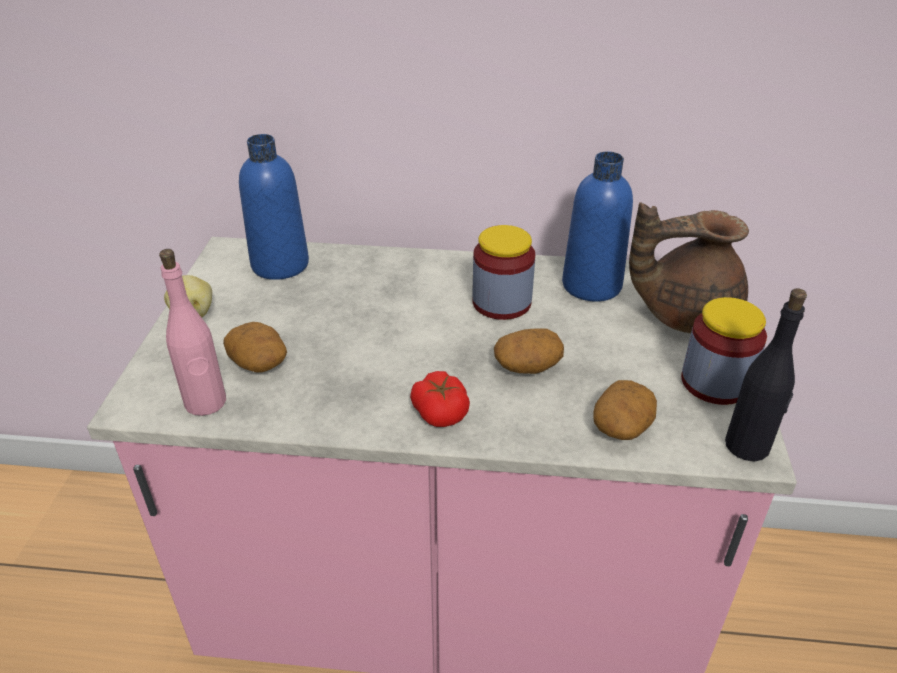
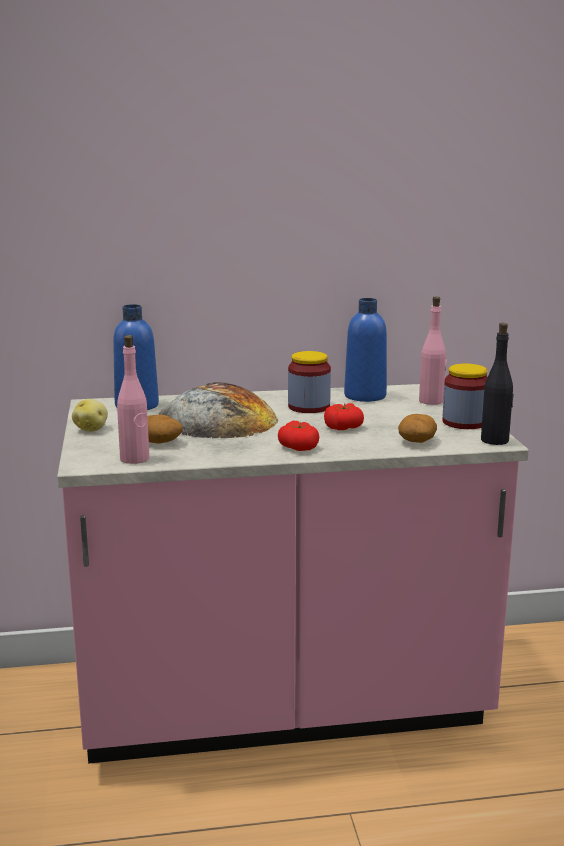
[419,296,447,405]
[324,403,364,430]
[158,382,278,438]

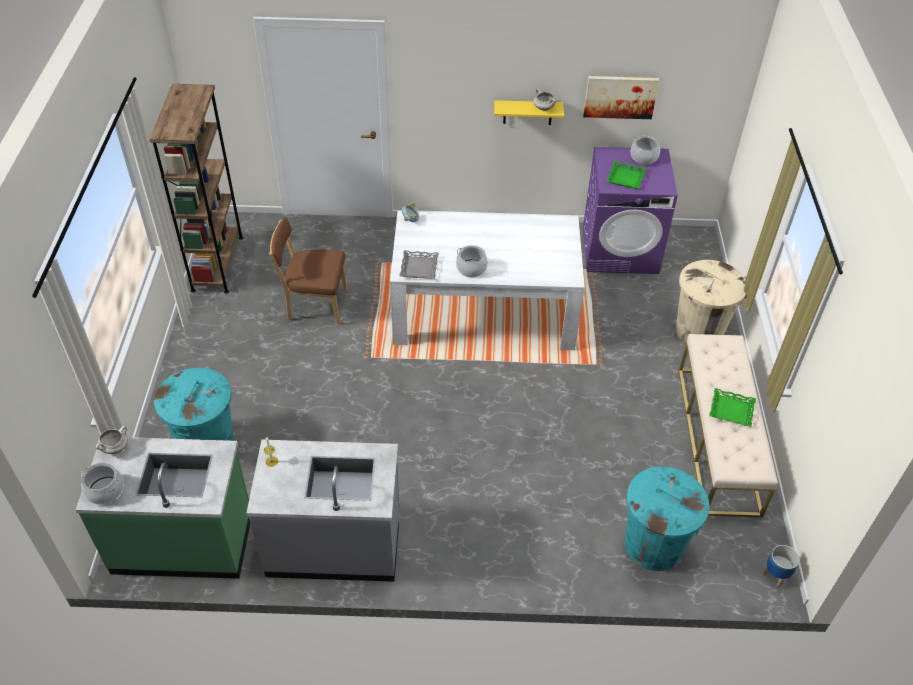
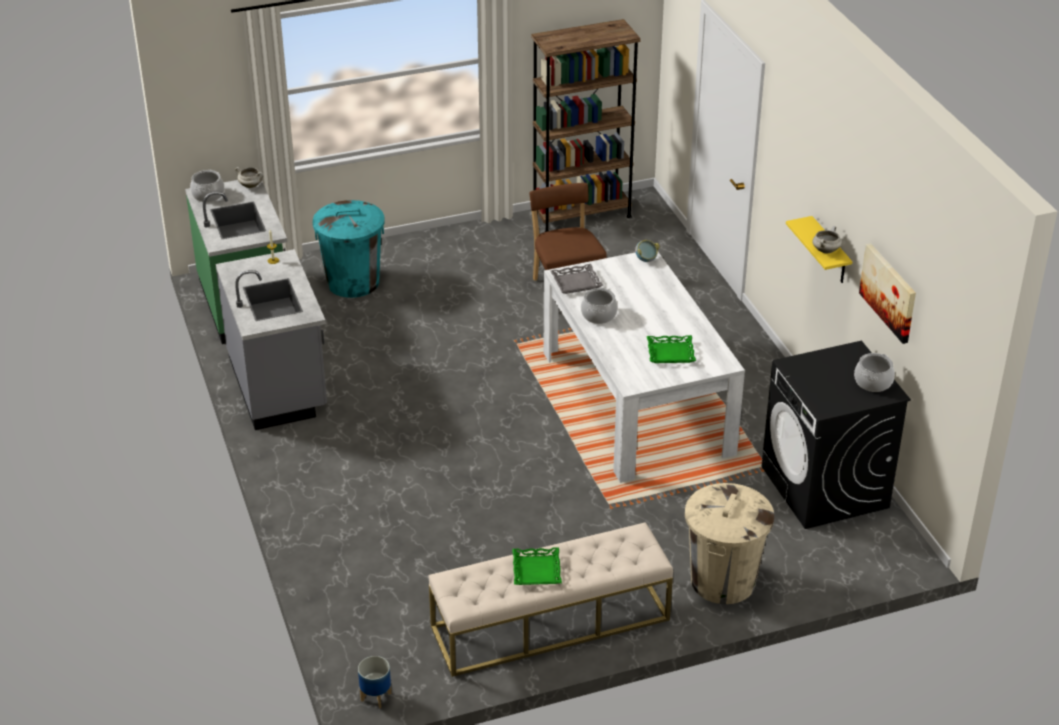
[761,341,911,529]
[647,335,696,363]
[625,466,709,571] (first image)

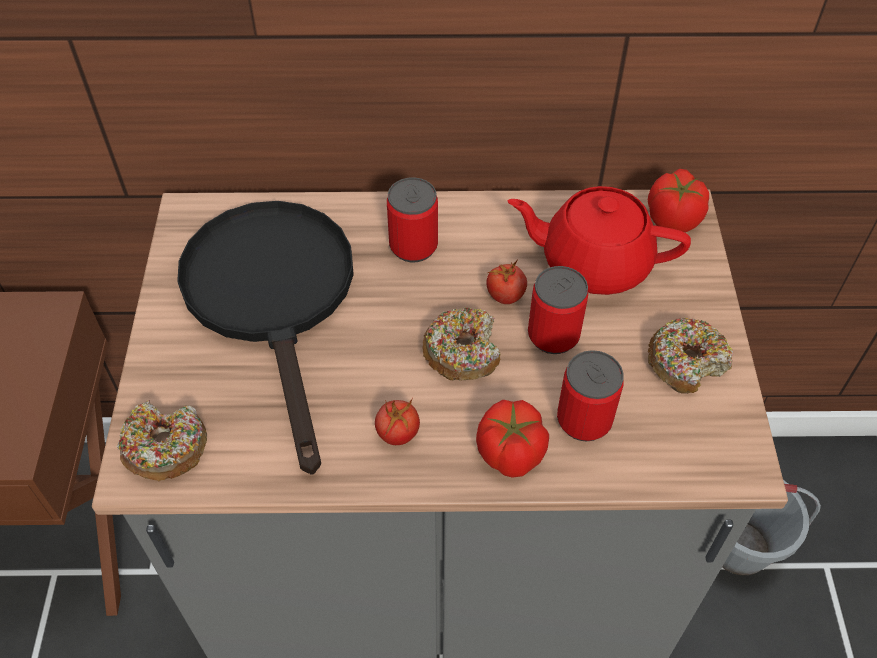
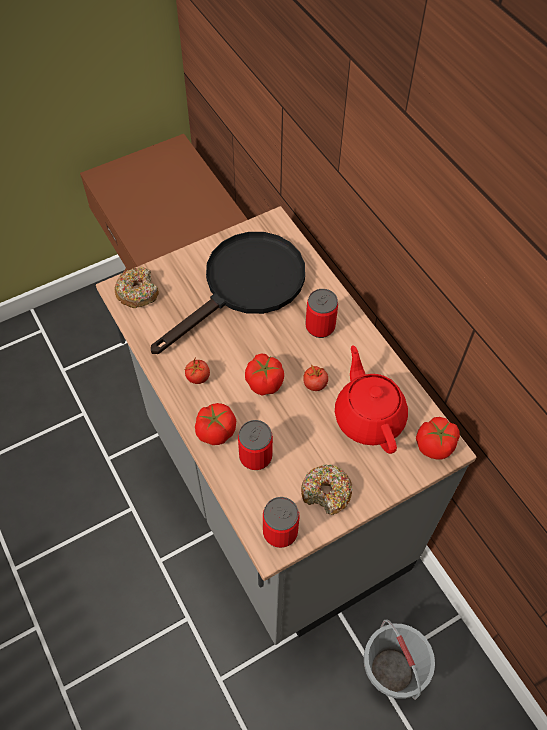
[263,497,299,548]
[245,353,284,396]

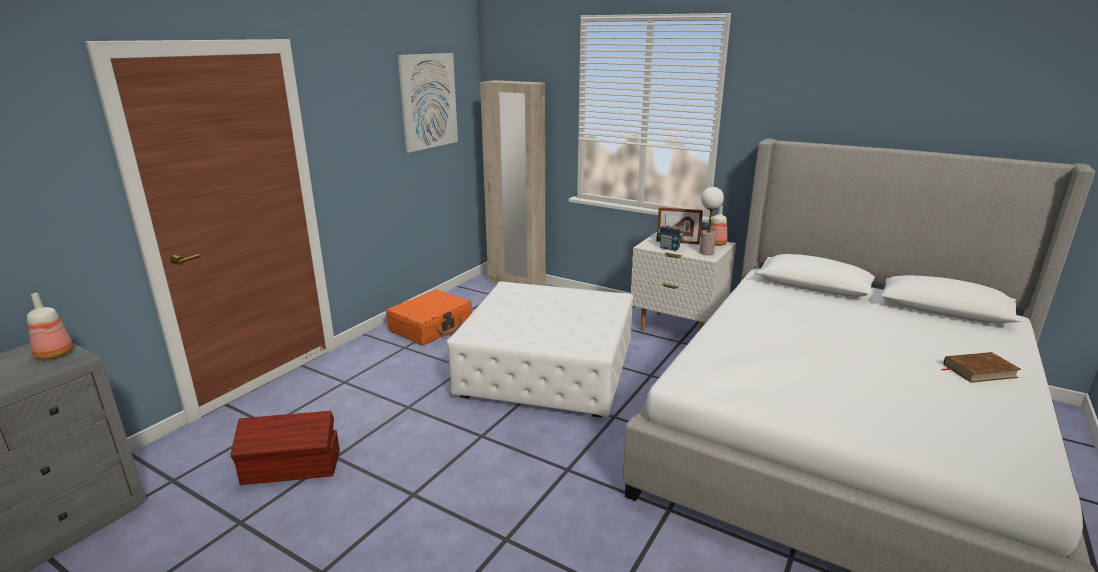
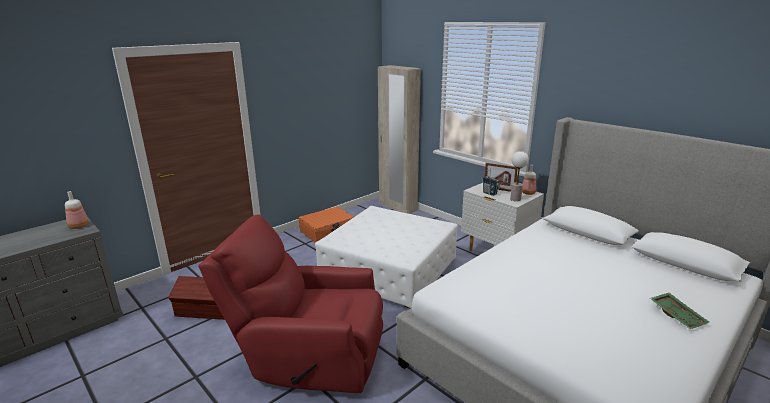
[398,53,458,153] (first image)
[650,293,709,329]
[198,214,383,393]

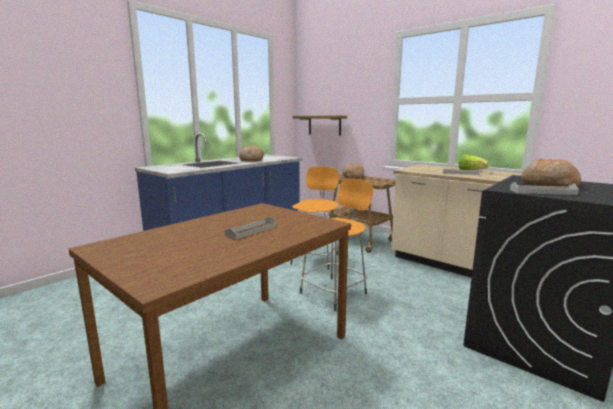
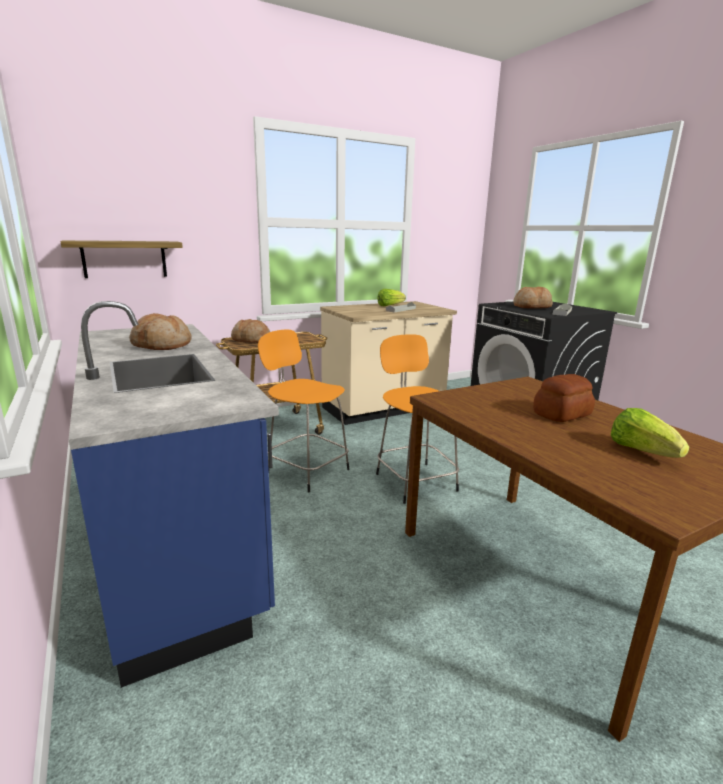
[533,374,595,422]
[611,408,689,458]

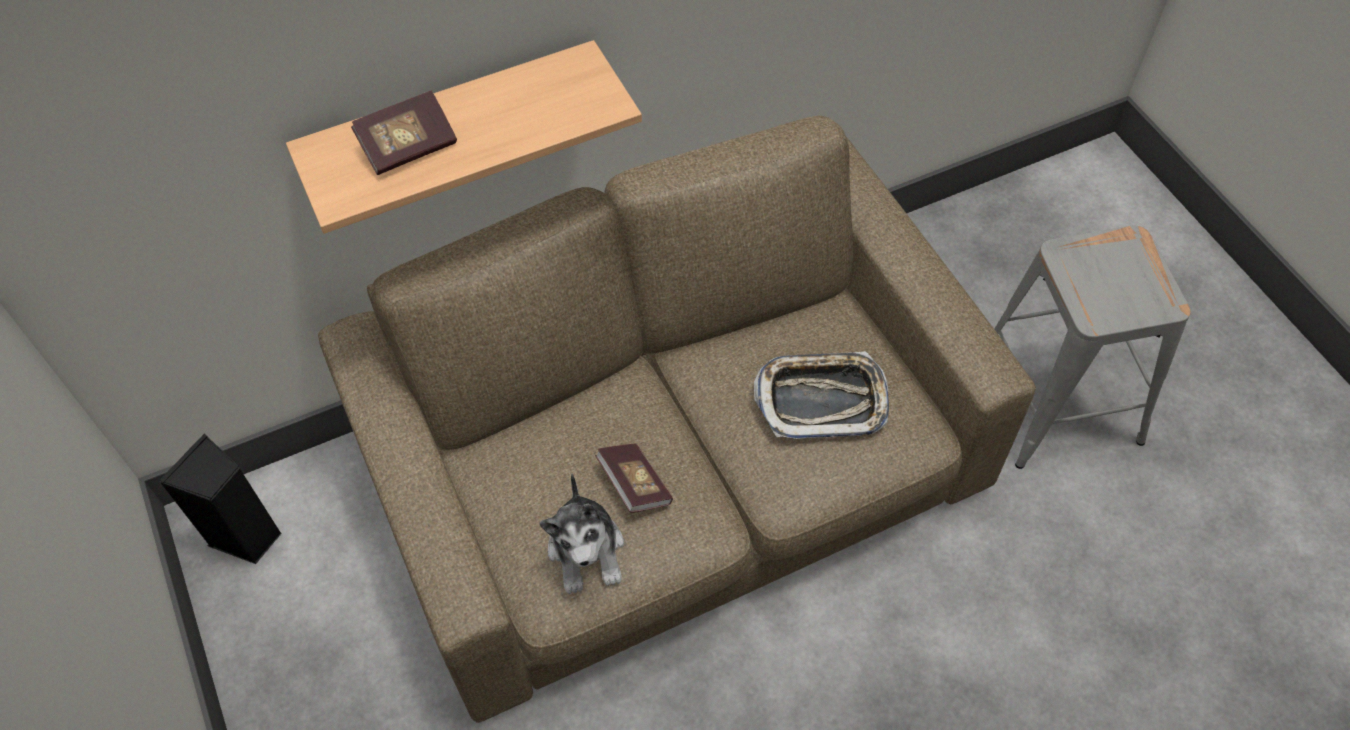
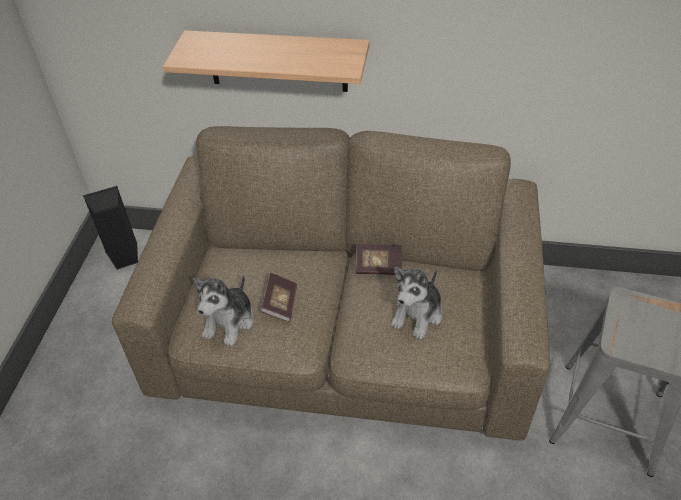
[356,244,402,275]
[391,267,442,339]

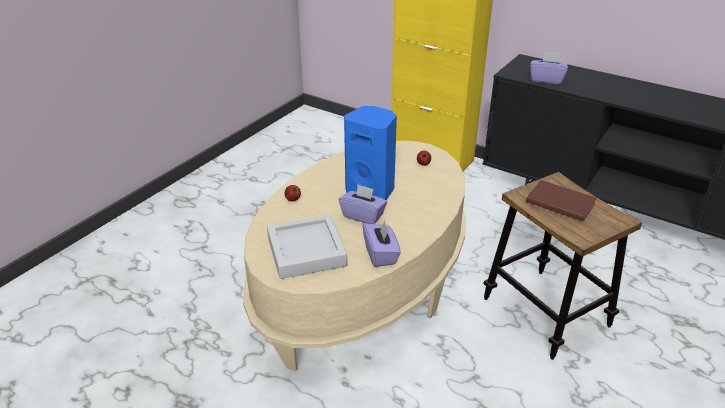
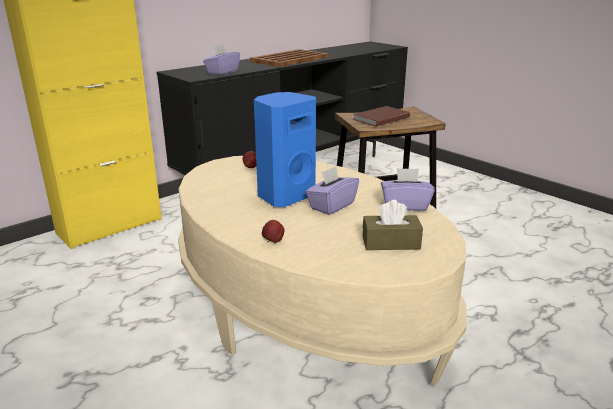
[363,200,423,250]
[250,49,328,67]

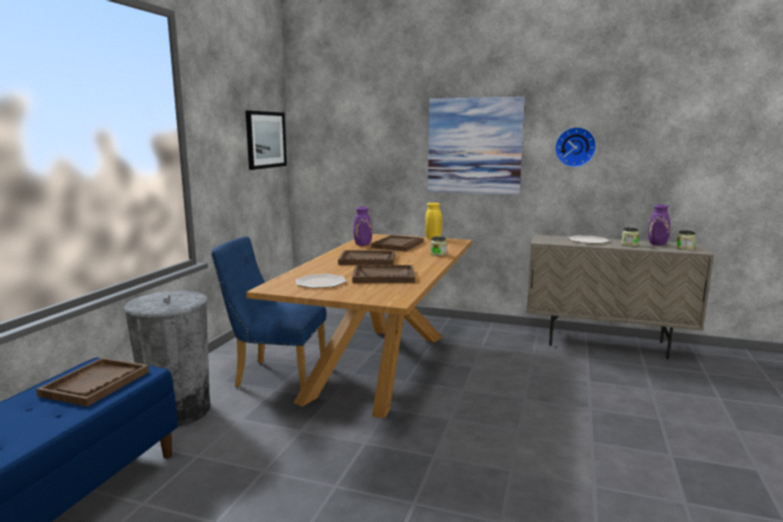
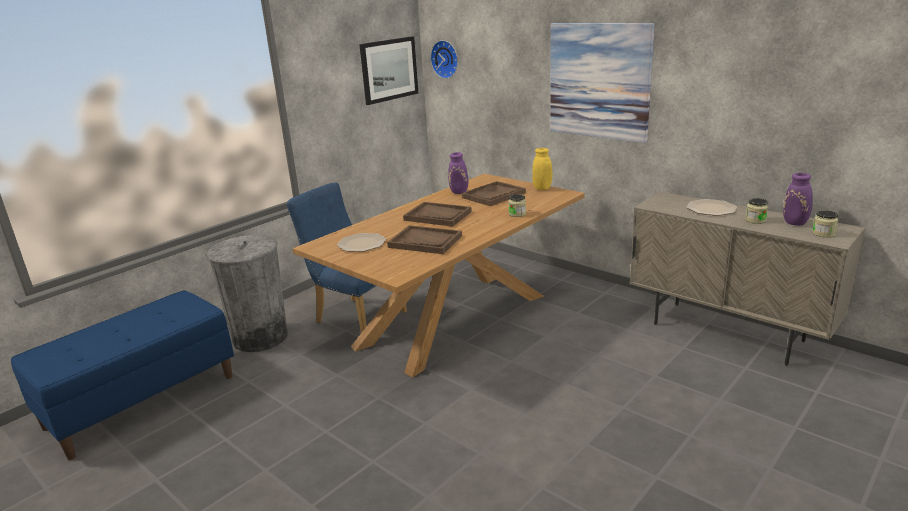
[430,40,458,79]
[36,358,149,407] (first image)

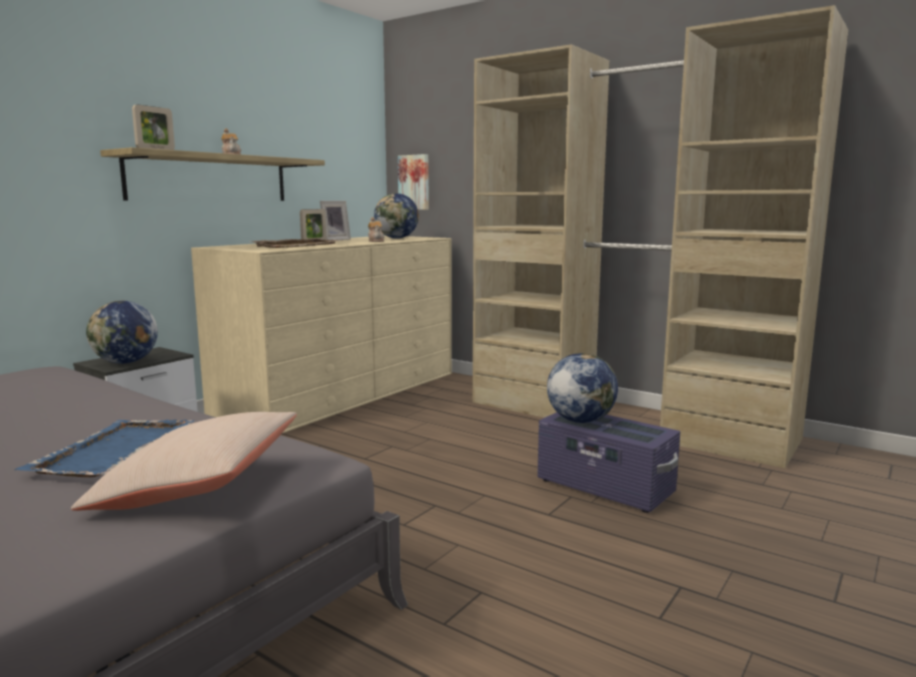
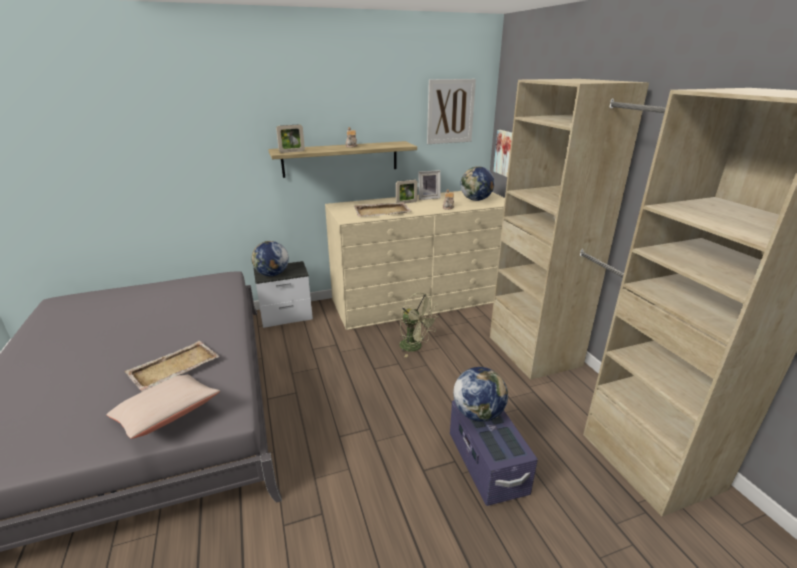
[124,341,220,392]
[427,79,476,144]
[399,292,439,357]

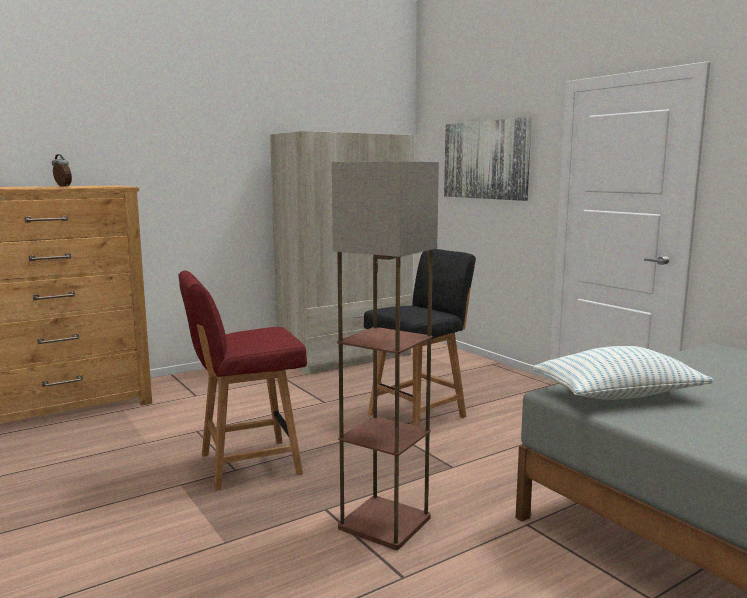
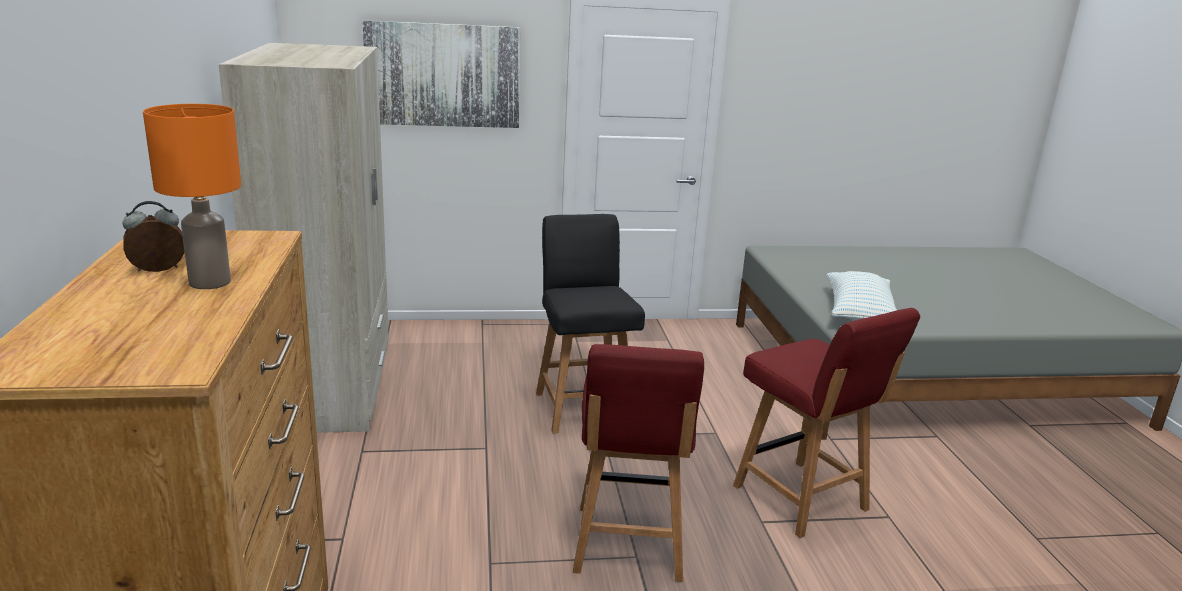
[733,308,920,538]
[143,104,241,289]

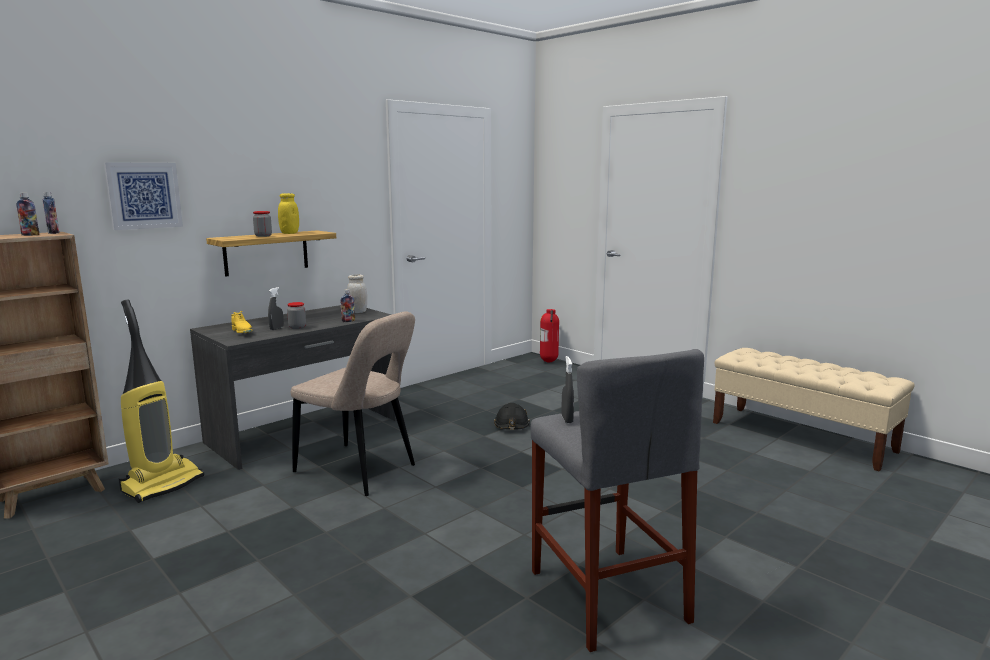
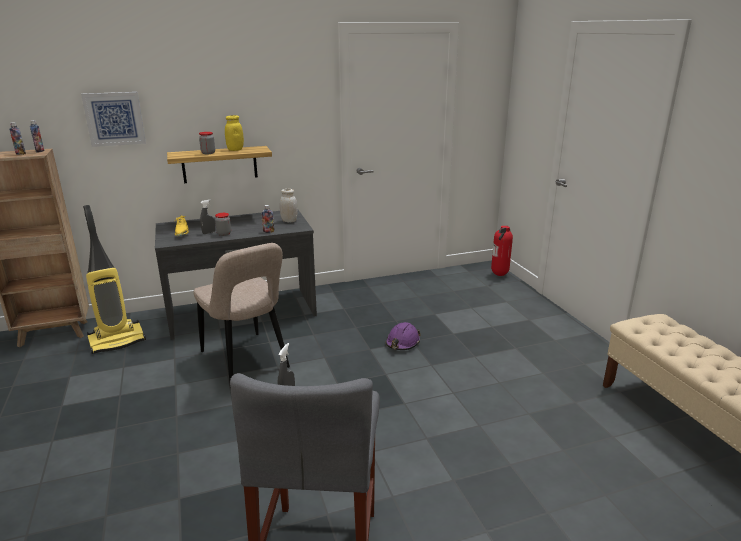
[386,322,421,350]

